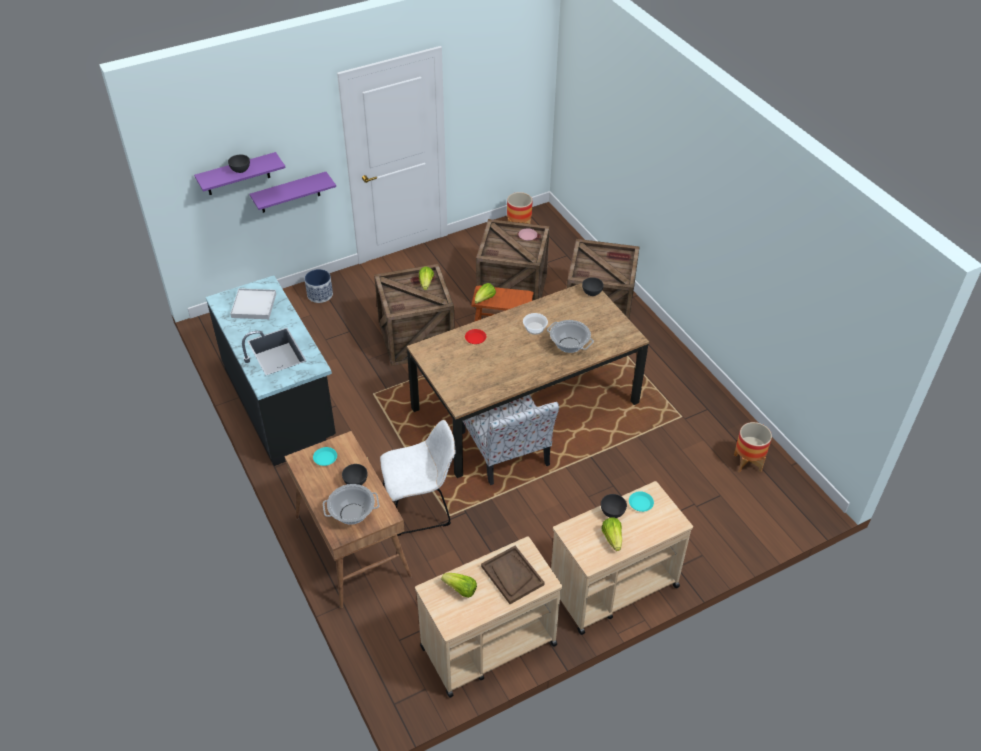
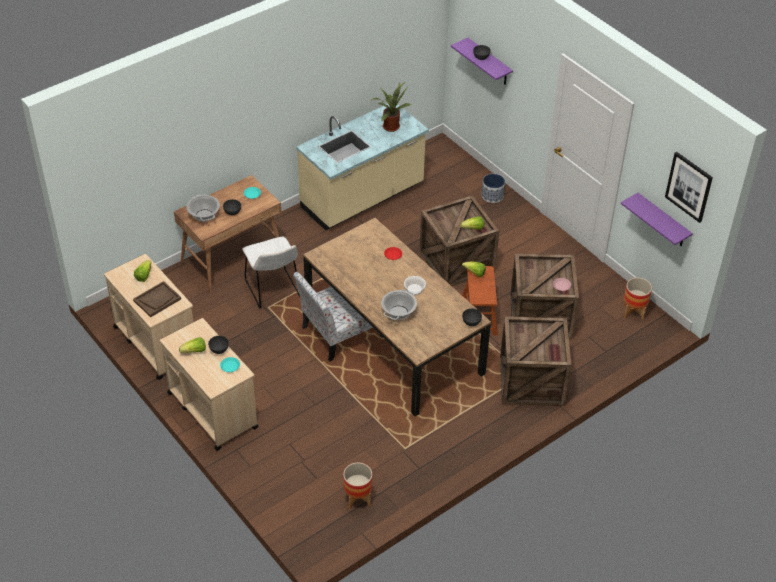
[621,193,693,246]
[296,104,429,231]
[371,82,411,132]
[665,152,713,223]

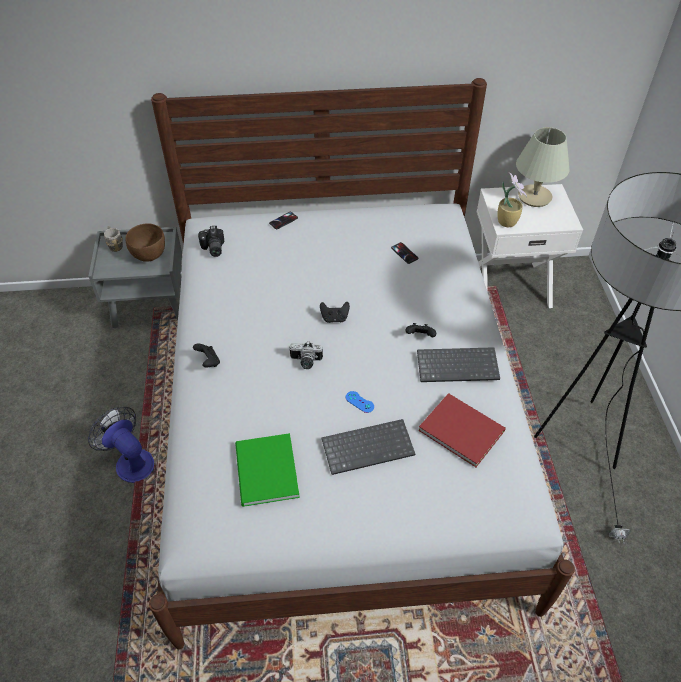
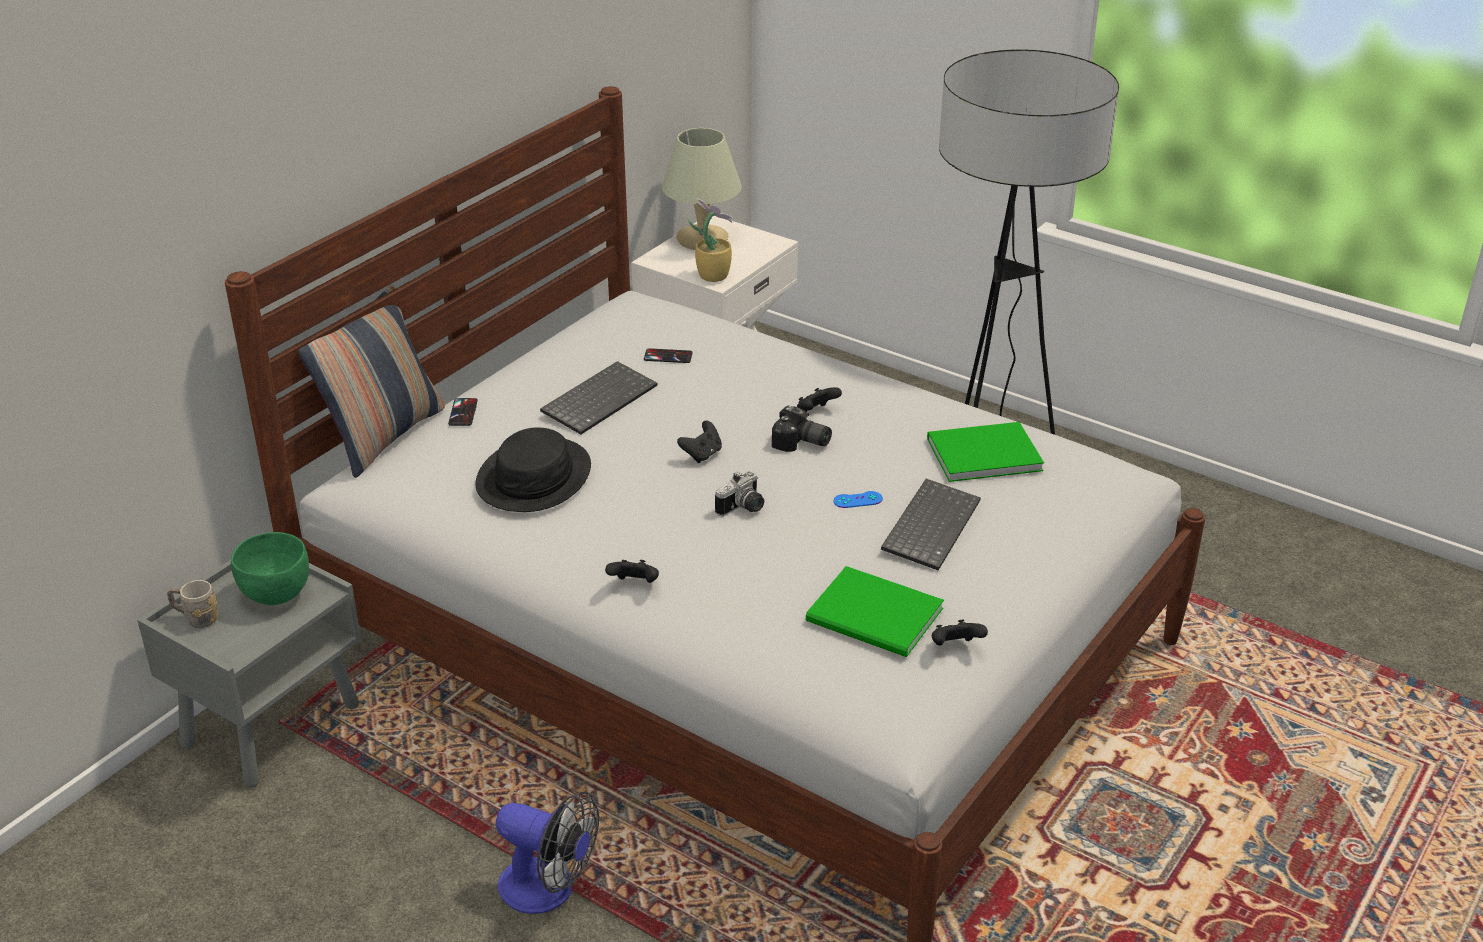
[231,532,309,605]
[772,405,832,452]
[540,361,657,435]
[927,422,1044,482]
[496,792,599,914]
[298,286,445,478]
[475,428,591,512]
[932,619,988,646]

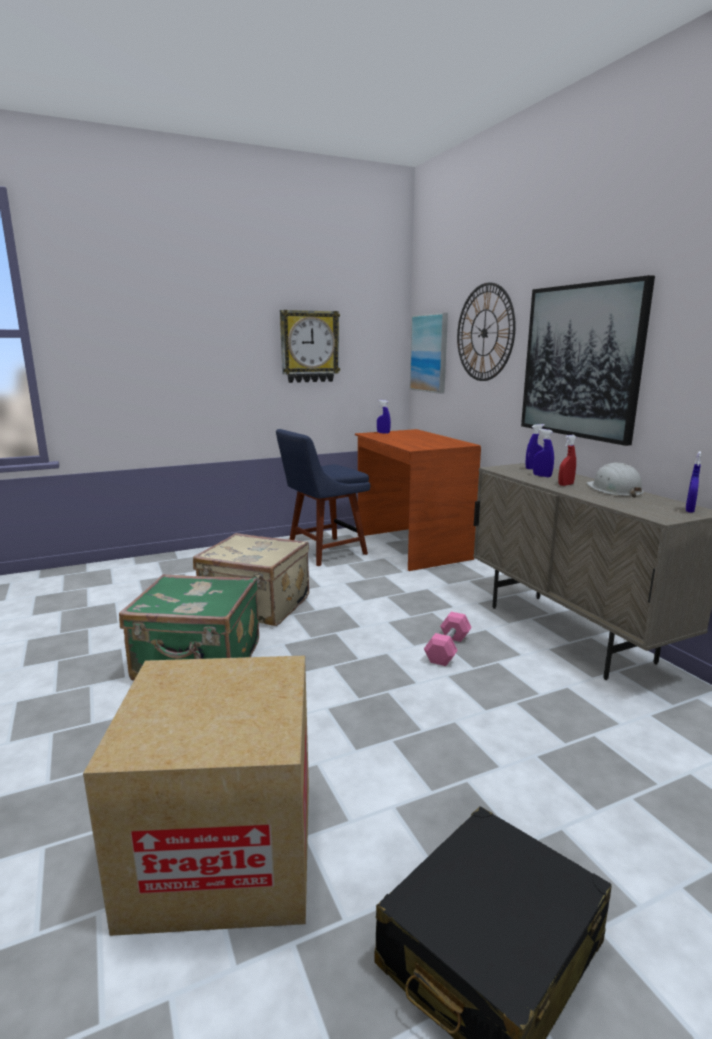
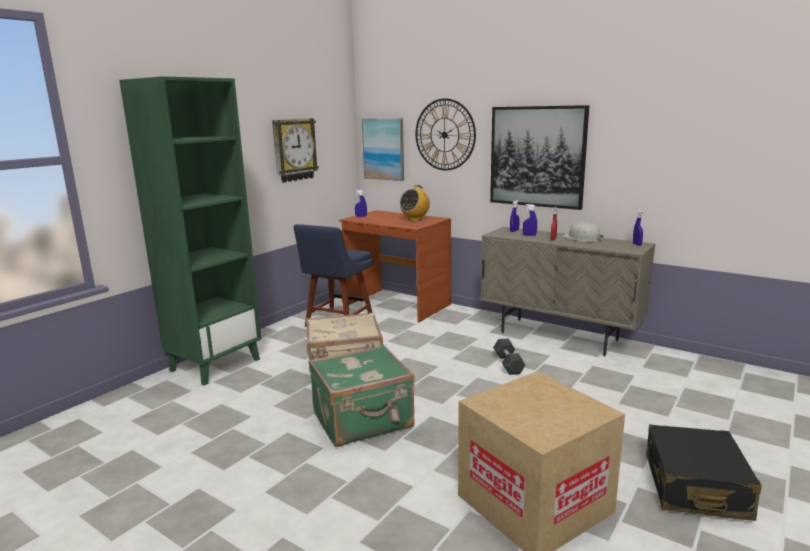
[493,339,525,375]
[119,76,261,385]
[400,185,430,221]

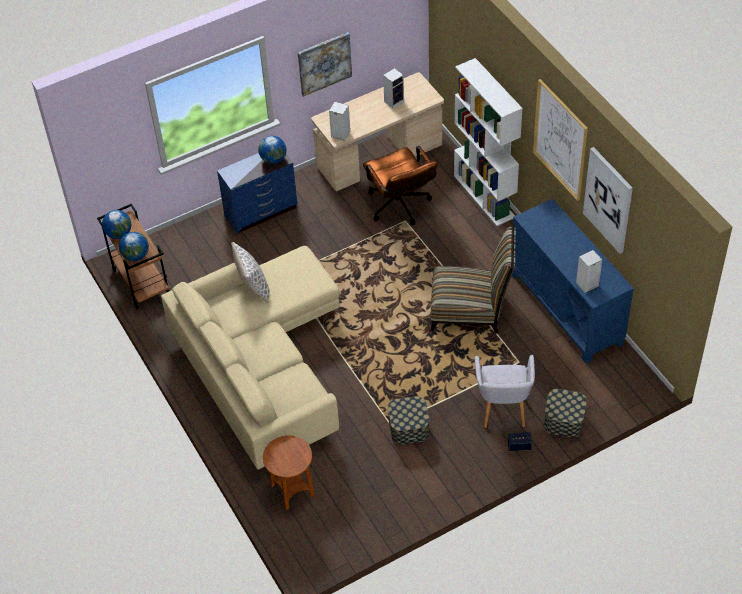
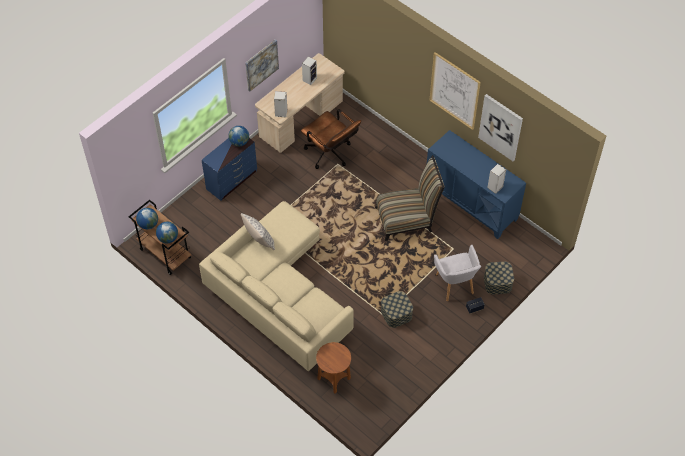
[454,58,523,226] (first image)

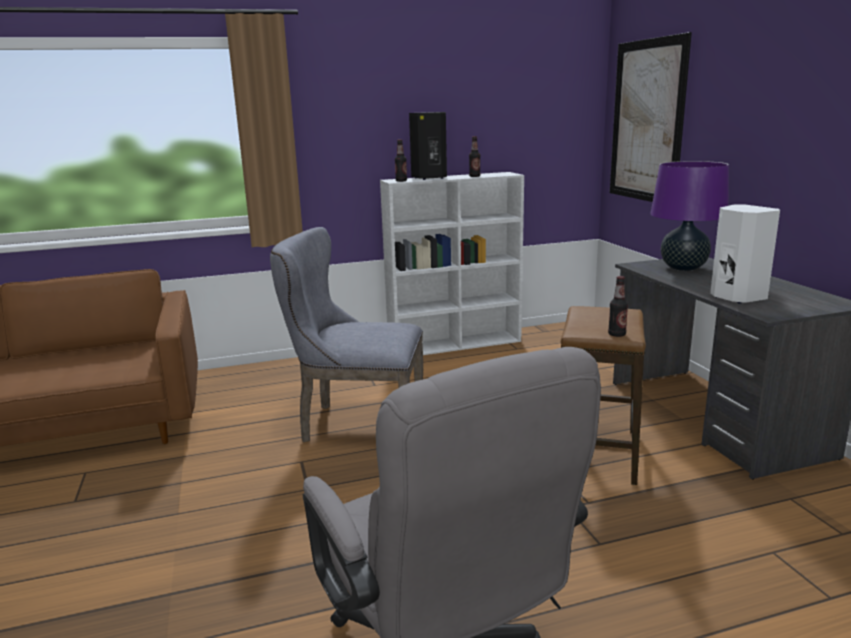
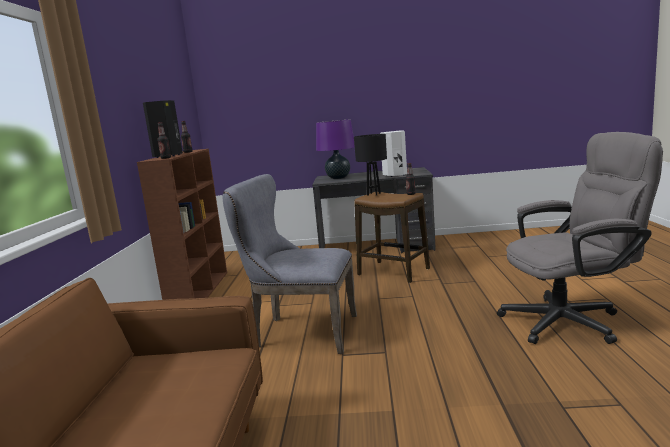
[610,32,692,202] (first image)
[137,149,227,300]
[222,174,357,354]
[354,134,387,196]

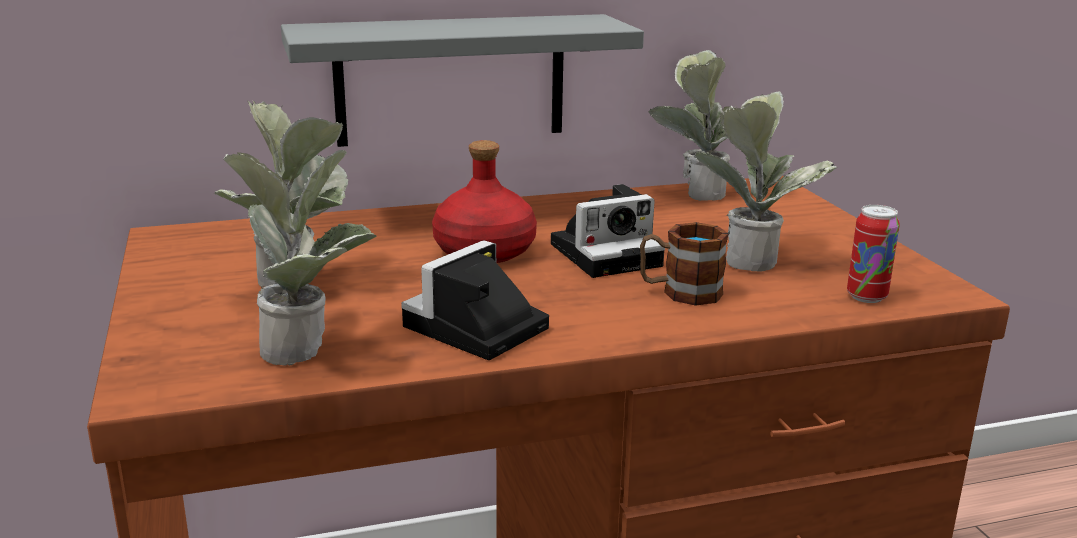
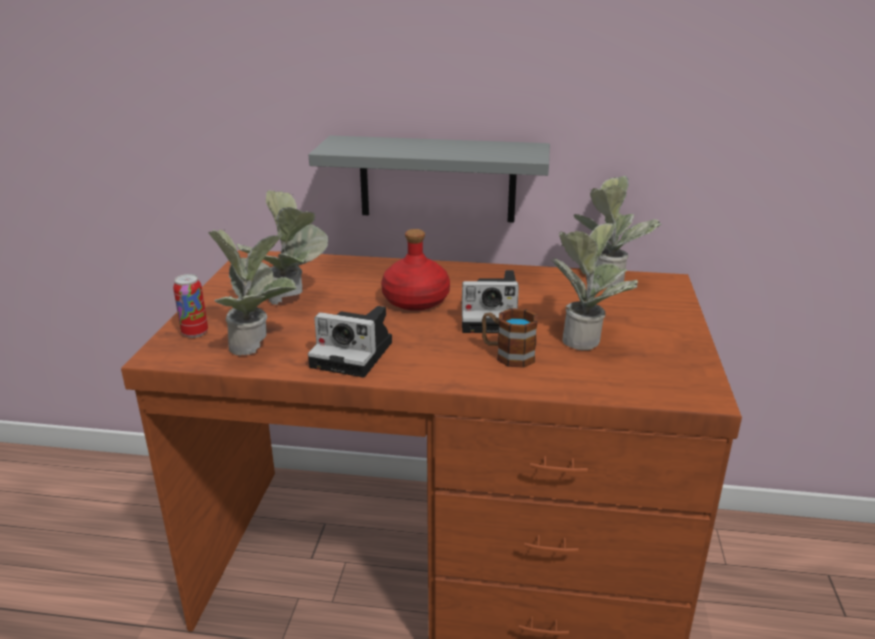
[173,274,208,338]
[308,306,392,378]

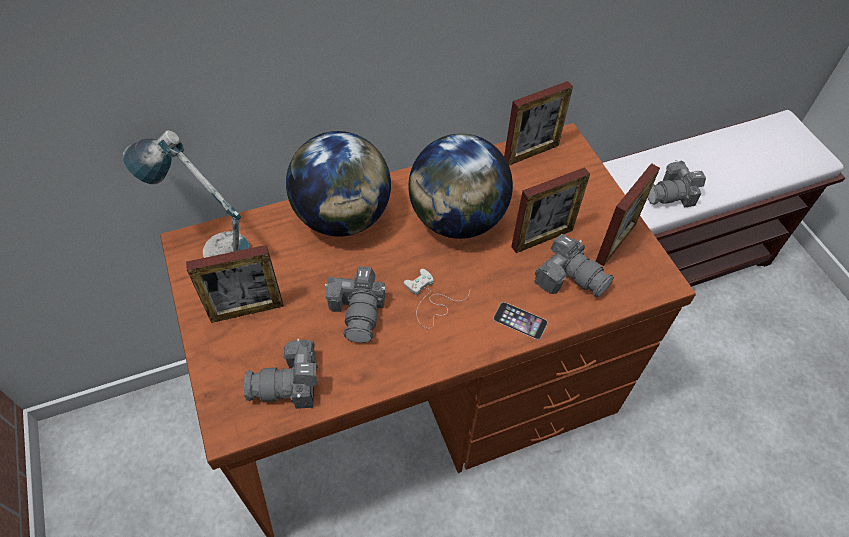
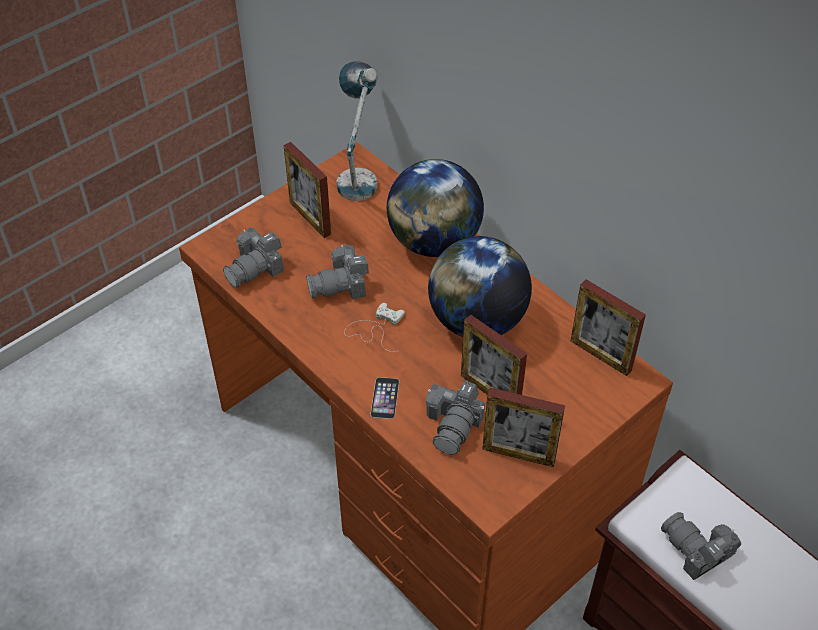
[223,228,284,288]

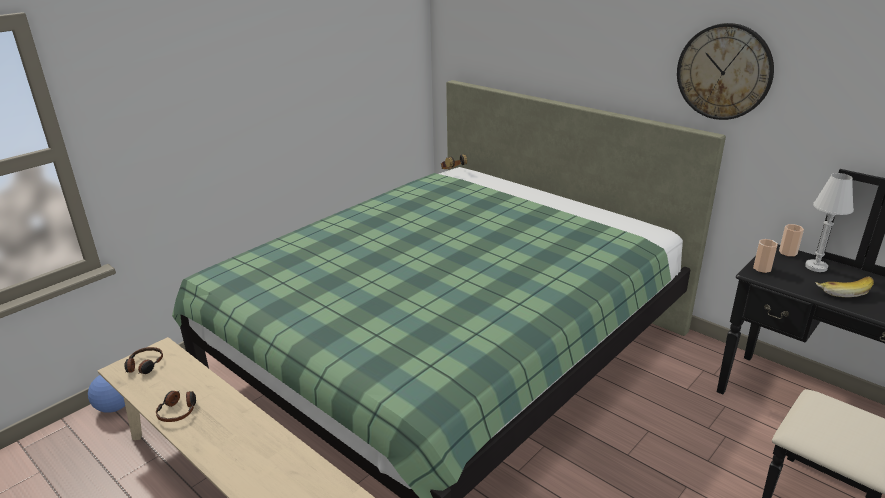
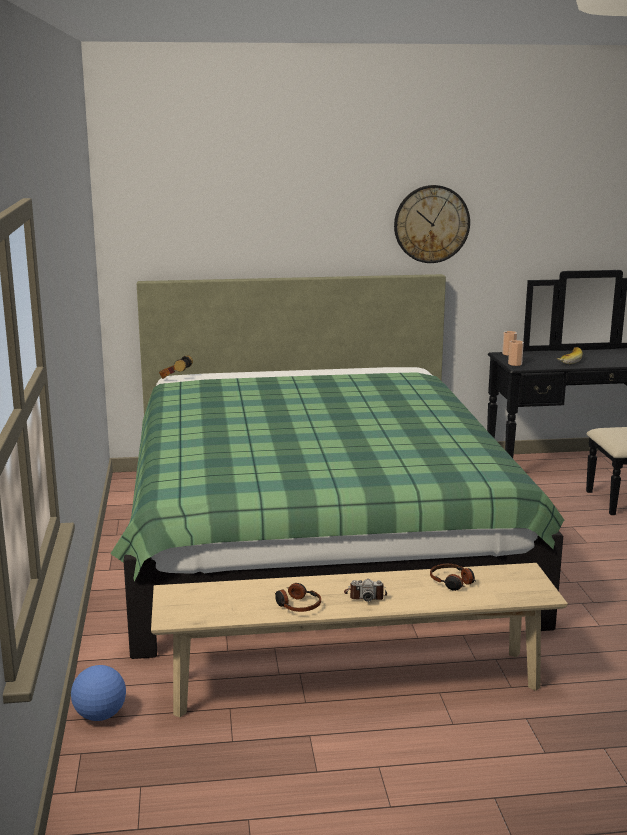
[805,173,854,272] (first image)
[430,564,476,591]
[344,579,387,602]

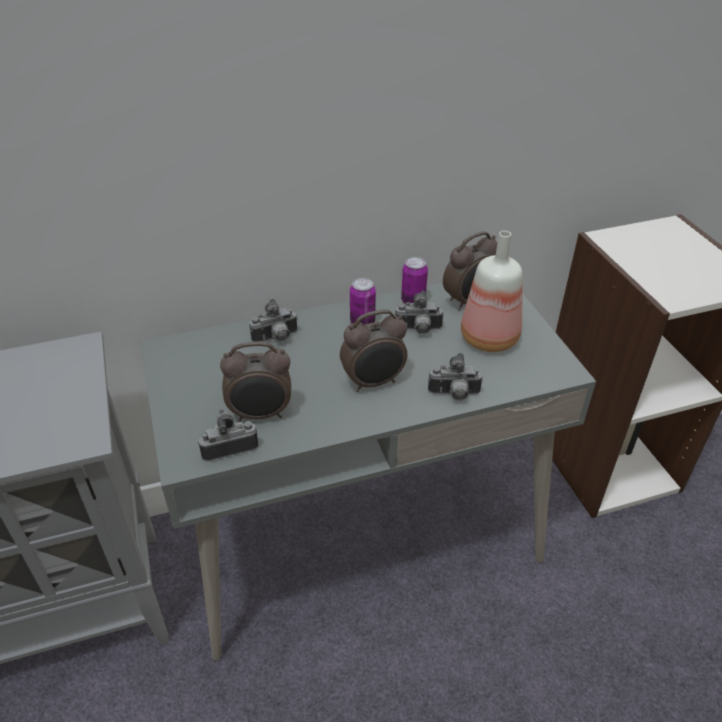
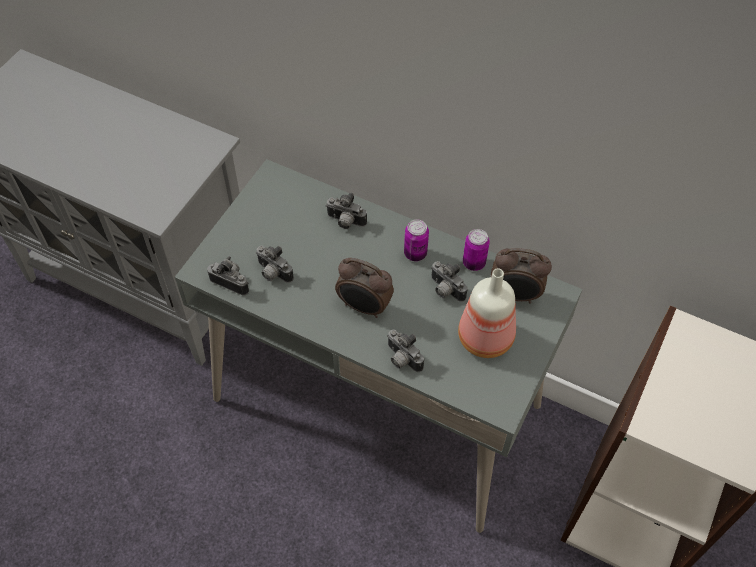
[256,246,294,283]

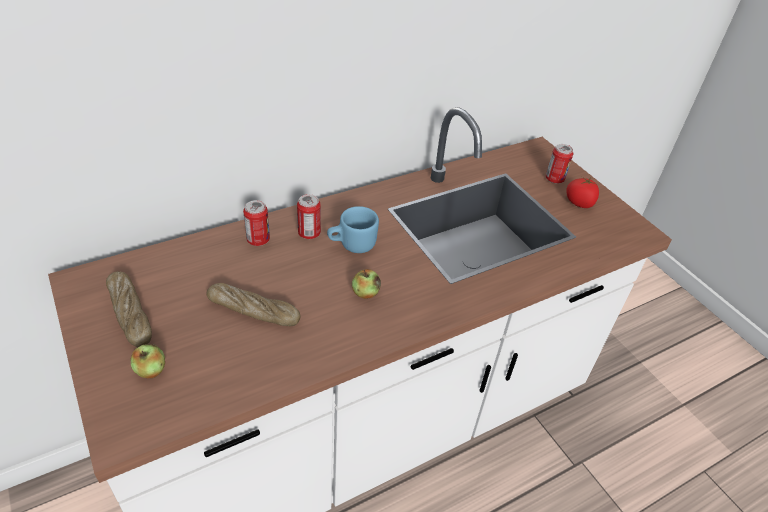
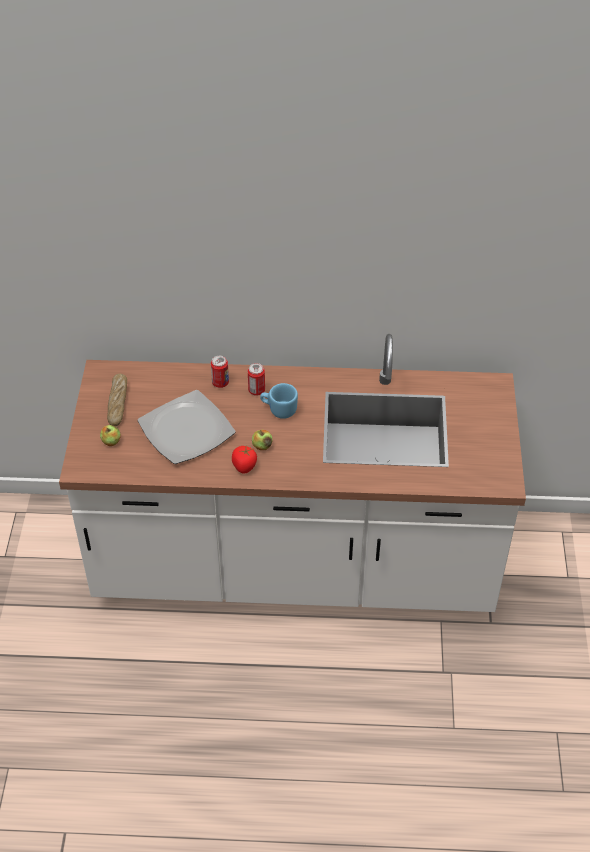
[546,144,573,184] (first image)
[232,446,257,474]
[138,390,236,464]

